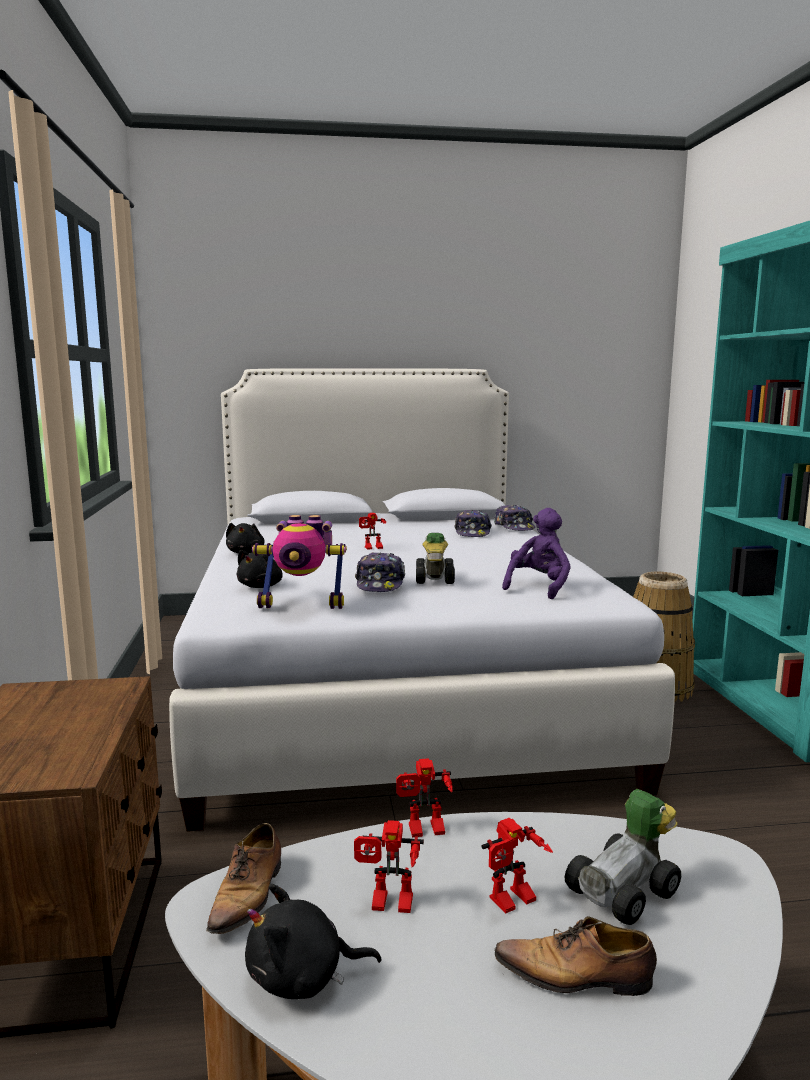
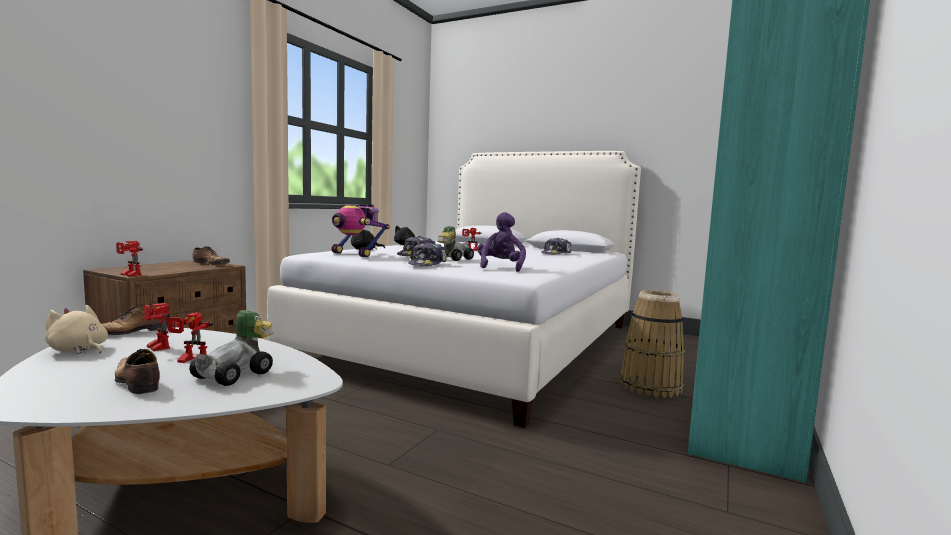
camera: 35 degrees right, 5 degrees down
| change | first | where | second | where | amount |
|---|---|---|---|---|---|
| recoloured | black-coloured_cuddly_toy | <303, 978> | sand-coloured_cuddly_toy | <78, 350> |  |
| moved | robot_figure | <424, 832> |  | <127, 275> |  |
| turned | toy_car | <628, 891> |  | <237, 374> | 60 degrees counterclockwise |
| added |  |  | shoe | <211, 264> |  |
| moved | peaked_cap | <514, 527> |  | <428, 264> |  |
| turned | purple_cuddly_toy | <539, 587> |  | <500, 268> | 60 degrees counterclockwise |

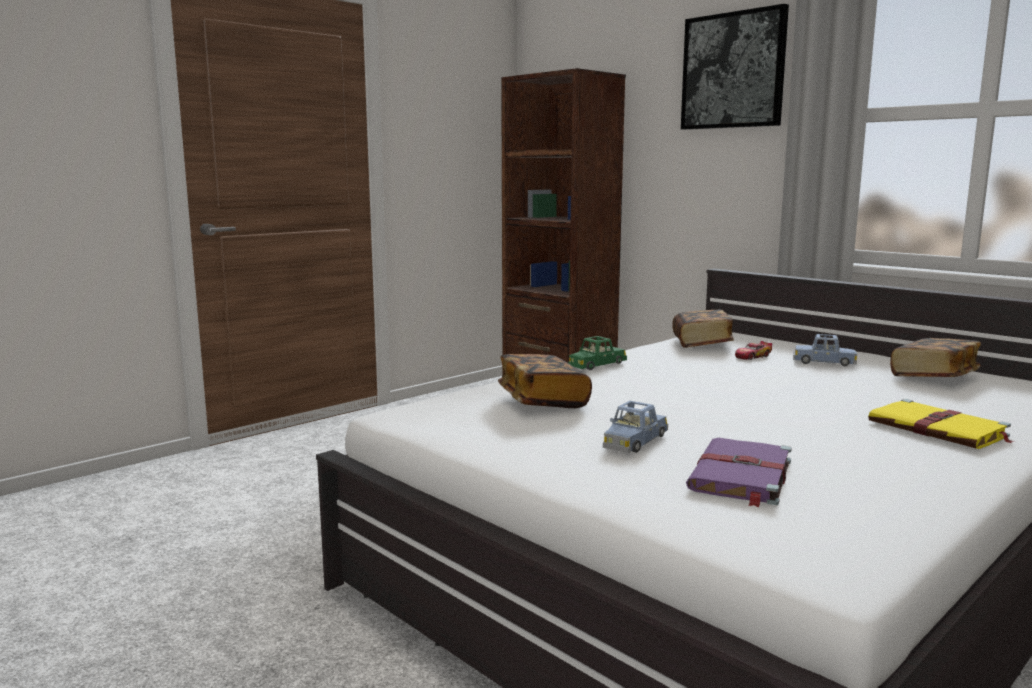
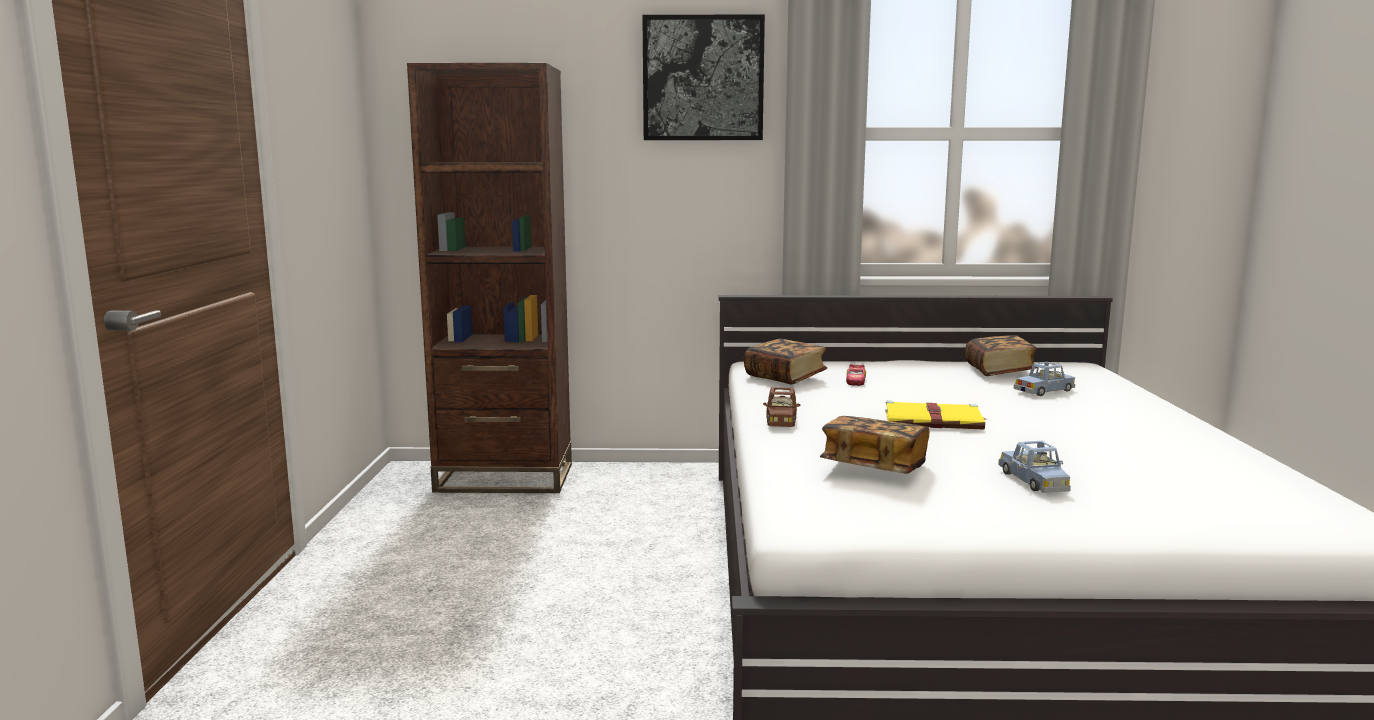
camera: 45 degrees left, 0 degrees up
| change | first | where | second | where | amount |
|---|---|---|---|---|---|
| recoloured | green-coloured_toy_car | <597, 365> | brownish_toy_car | <781, 420> |  |
| moved | yellowish_book | <939, 429> |  | <935, 421> |  |
| moved | blue_toy_car | <824, 362> |  | <1045, 391> |  |
| removed | purple_book | <740, 476> |  |  |  |

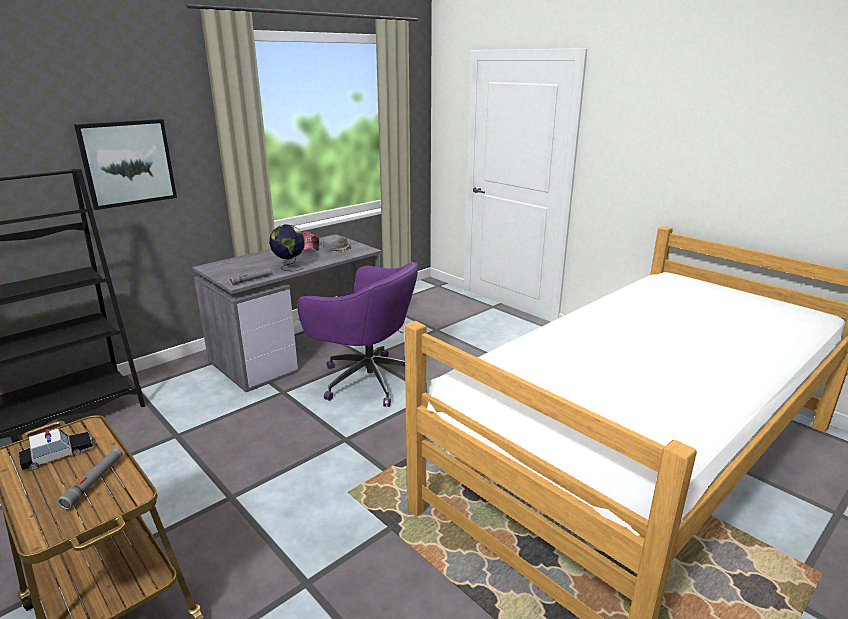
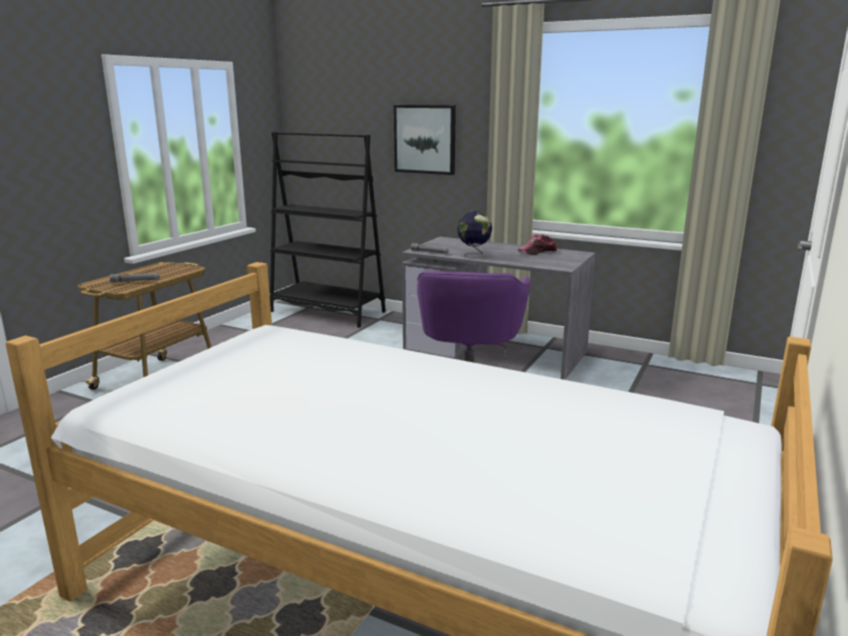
camera: 70 degrees right, 5 degrees down
| change | first | where | second | where | amount |
|---|---|---|---|---|---|
| removed | toy_car | <58, 455> |  |  |  |
| removed | greyish_peaked_cap | <337, 247> |  |  |  |

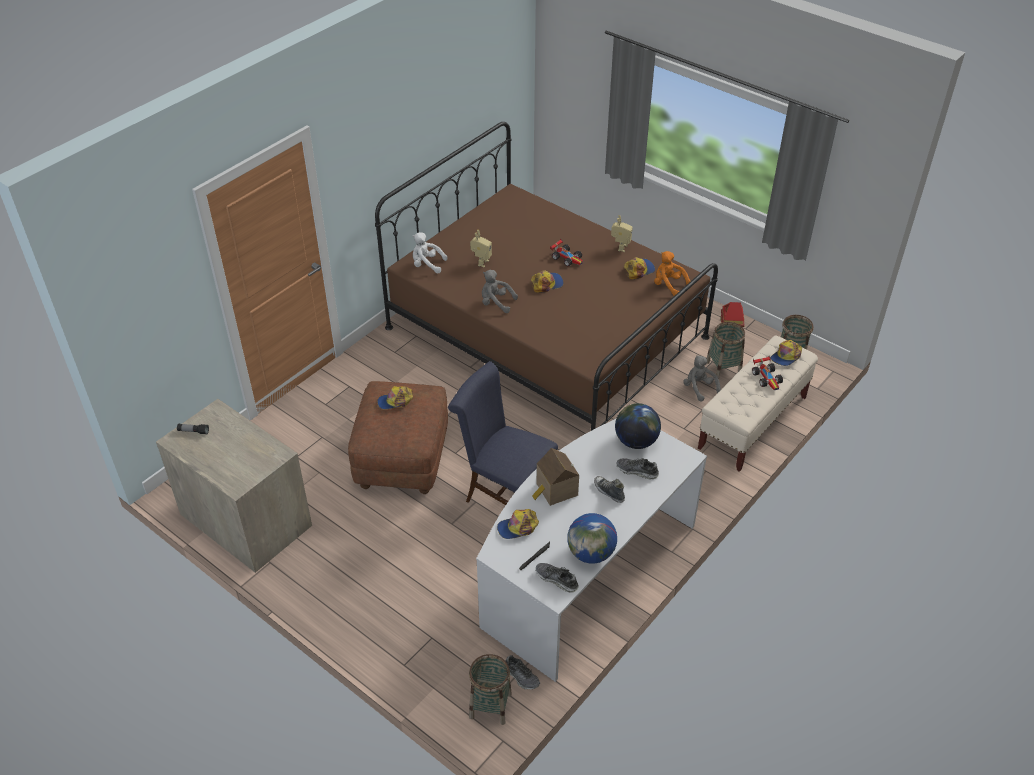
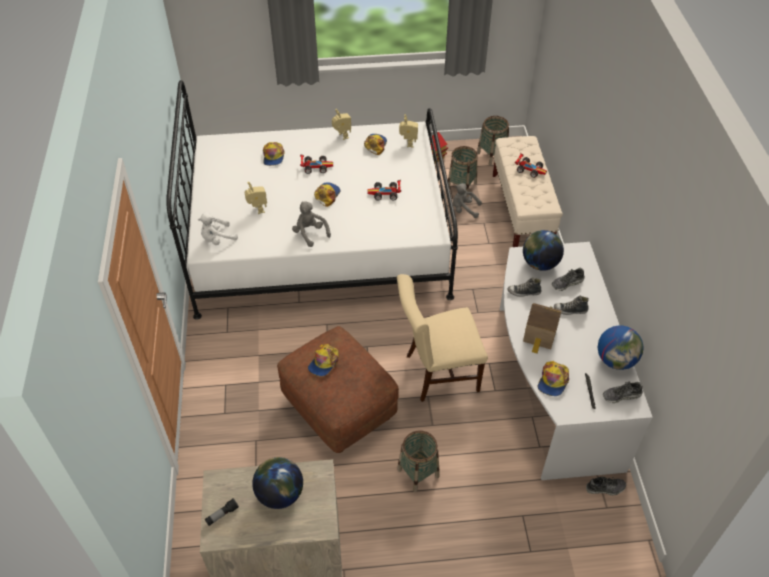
camera: 45 degrees left, 5 degrees up
| change | first | where | second | where | amount |
|---|---|---|---|---|---|
| recoloured | brownish_bedroom_bed | <546, 332> | white-coloured_bedroom_bed | <320, 239> |  |
| added |  |  | world_globe | <280, 494> |  |
| moved | peaked_cap | <786, 356> |  | <273, 156> |  |
| turned | greyish_cuddly_toy | <496, 303> |  | <310, 233> | 75 degrees clockwise |
| added |  |  | toy_car | <385, 194> |  |
| recoloured | blue_chair | <504, 491> | sand-coloured_chair | <437, 373> |  |
| moved | household_basket | <490, 705> |  | <418, 473> |  |
| replaced | orangey_cuddly_toy | <668, 285> | robot_figure | <408, 143> |  |
| added |  |  | shoe | <524, 292> |  |

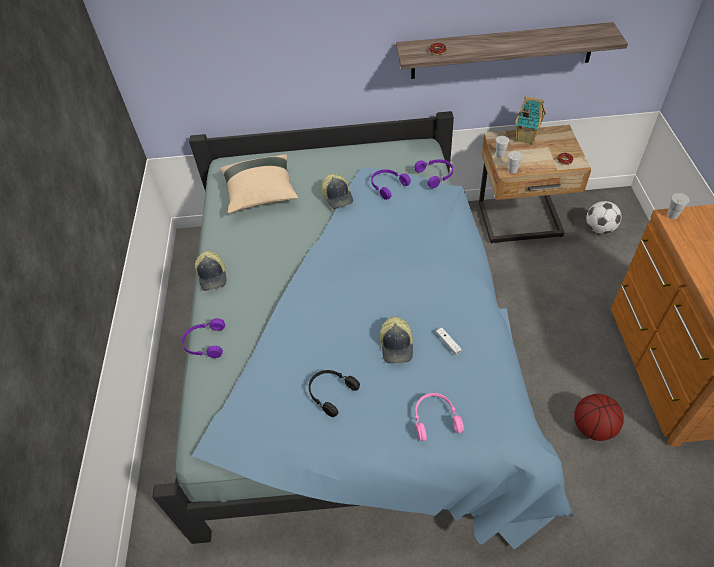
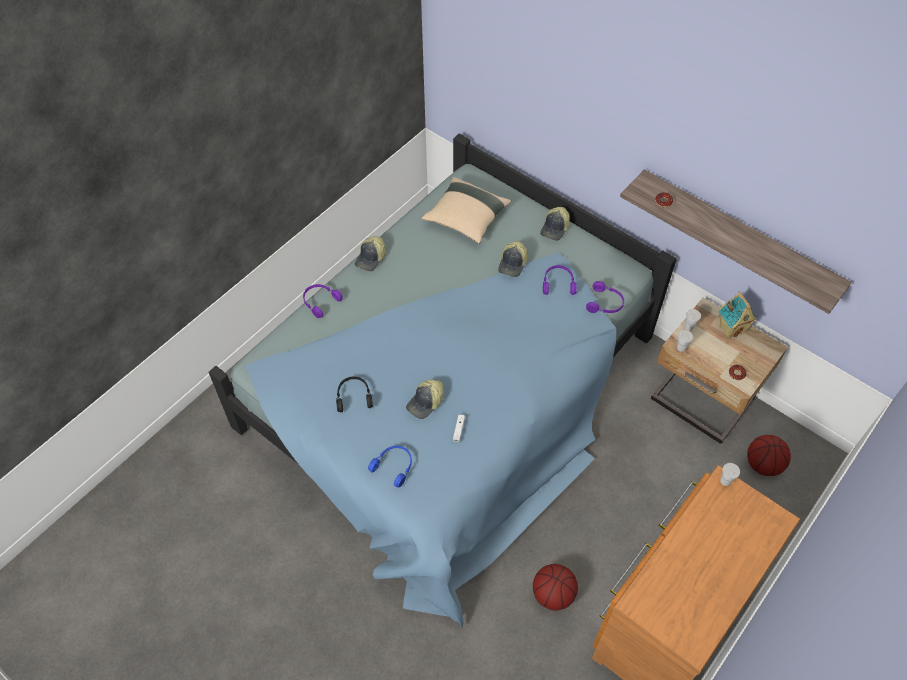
camera: 40 degrees right, 5 degrees up
| change | first | where | second | where | amount |
|---|---|---|---|---|---|
| recoloured | pink-coloured_headphones | <435, 419> | blue_headphones | <394, 466> |  |
| added |  |  | peaked_cap | <555, 228> |  |
| replaced | football_ball | <599, 228> | ball_for_basketball | <763, 464> |  |

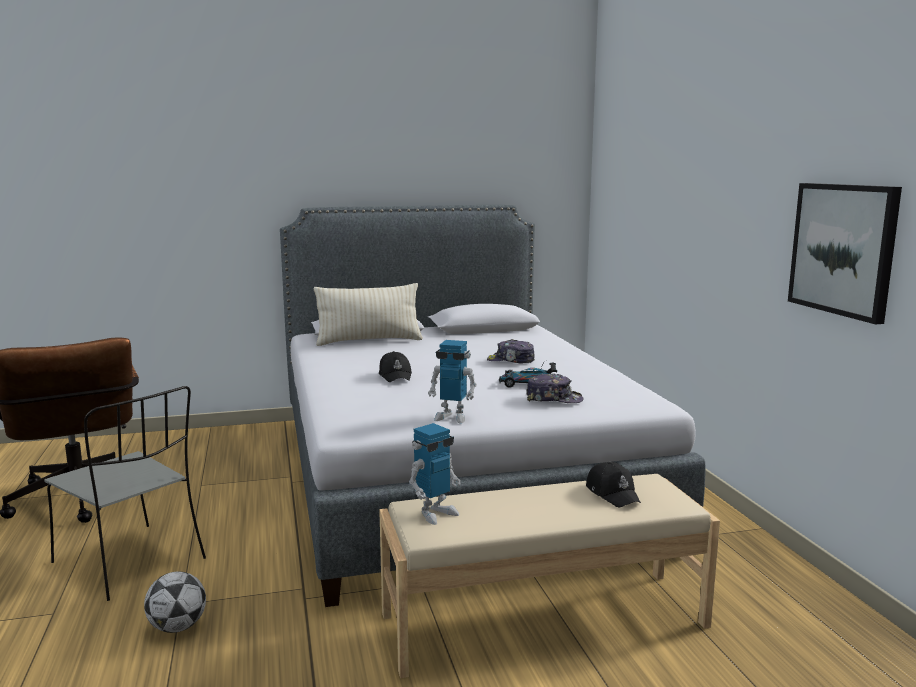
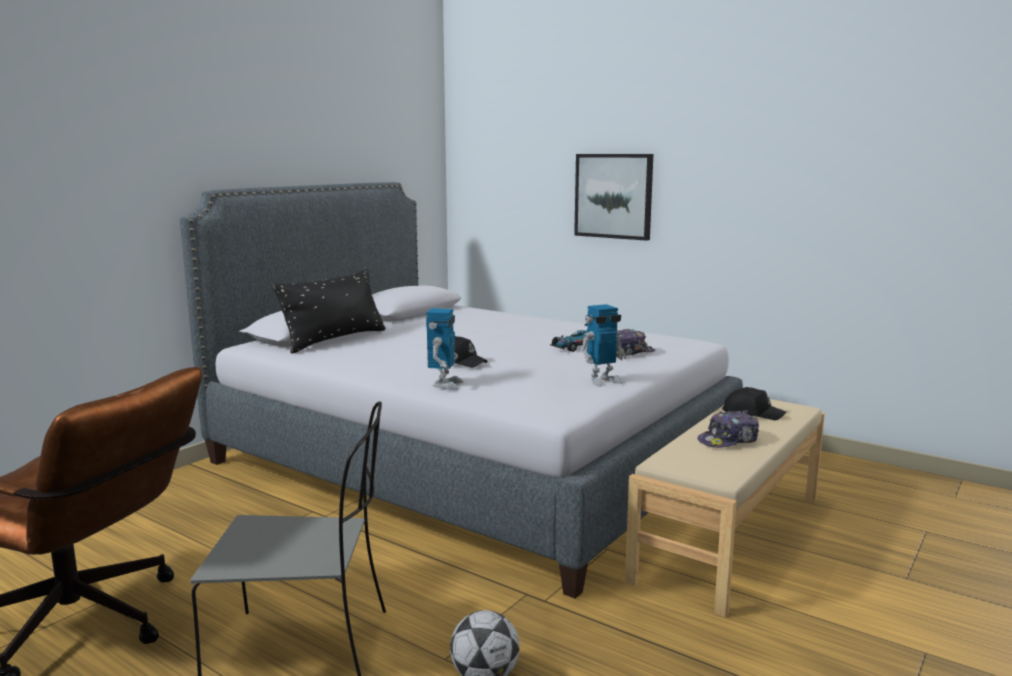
camera: 40 degrees left, 0 degrees up
| change | first | where | second | where | amount |
|---|---|---|---|---|---|
| recoloured | sand-coloured_throw_pillow | <369, 341> | black-coloured_throw_pillow | <334, 340> |  |
| moved | robot_figure | <435, 513> |  | <445, 385> |  |
| moved | wall_art | <843, 249> |  | <613, 196> |  |
| moved | peaked_cap | <511, 361> |  | <728, 440> |  |

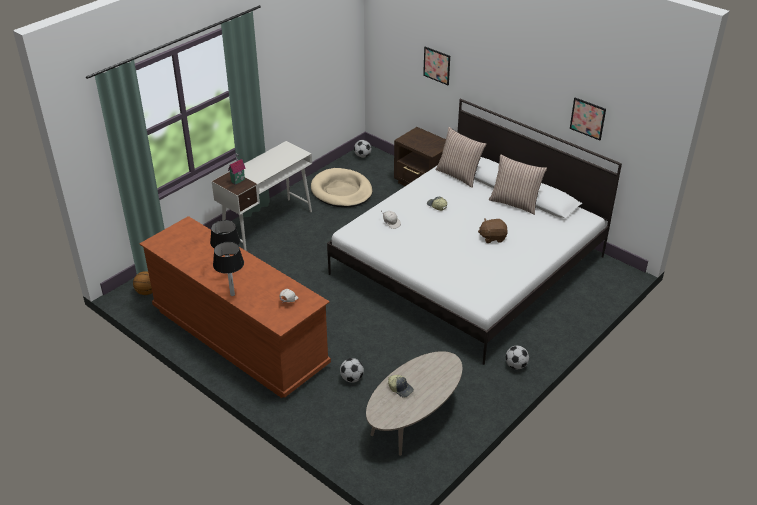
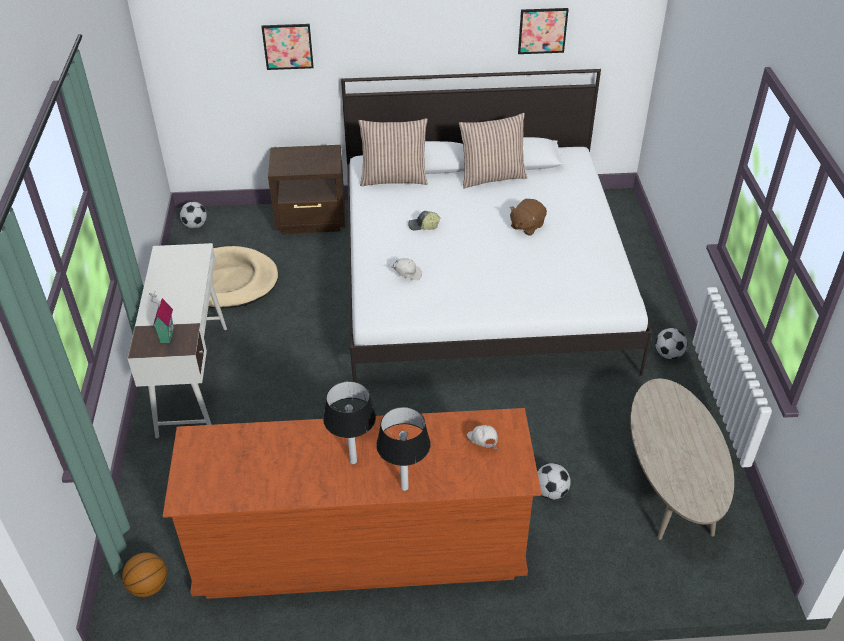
camera: 45 degrees left, 5 degrees up
| change | first | where | second | where | amount |
|---|---|---|---|---|---|
| removed | peaked_cap | <400, 389> |  |  |  |

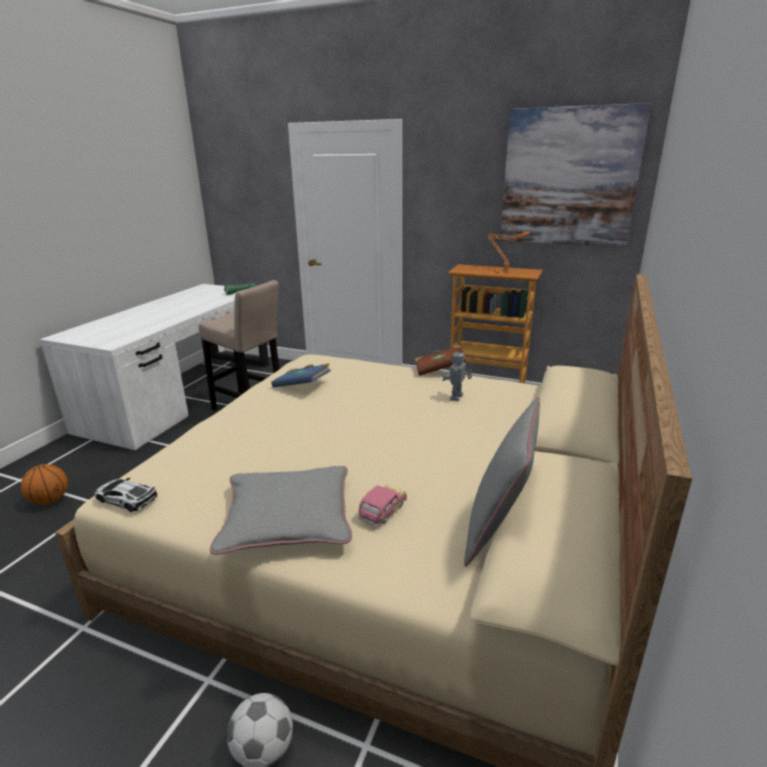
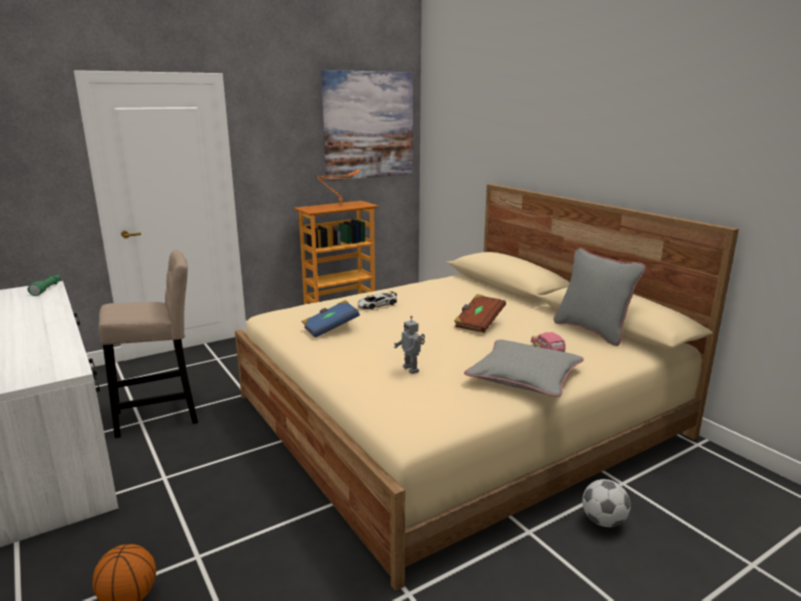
camera: 55 degrees left, 5 degrees down
| change | first | where | second | where | amount |
|---|---|---|---|---|---|
| moved | toy_car | <126, 498> |  | <377, 304> |  |
| moved | robot_figure | <457, 397> |  | <411, 369> |  |
| moved | brownish_book | <439, 370> |  | <478, 323> |  |

